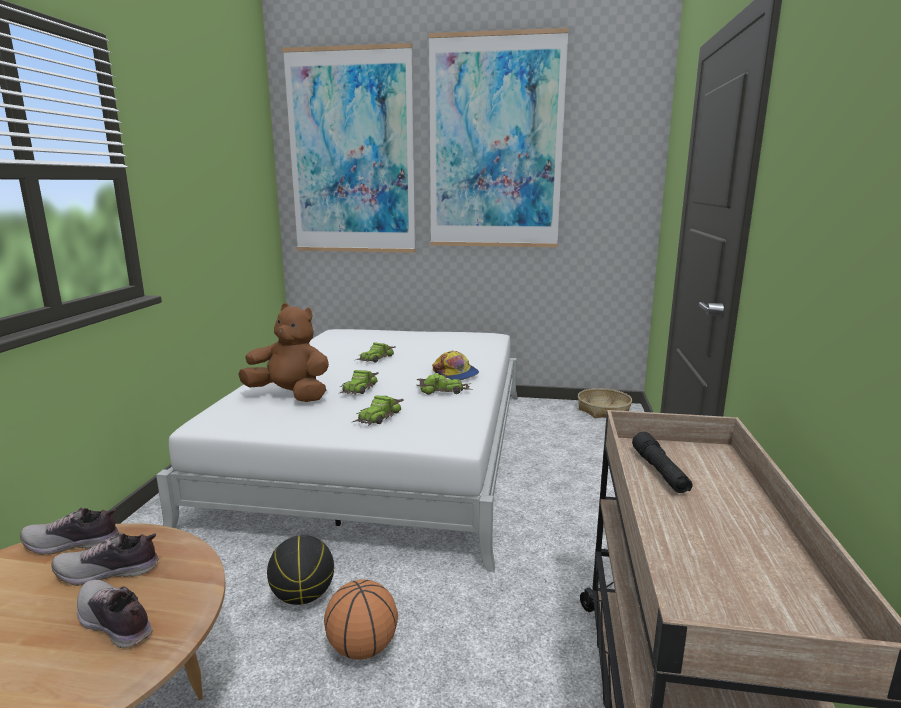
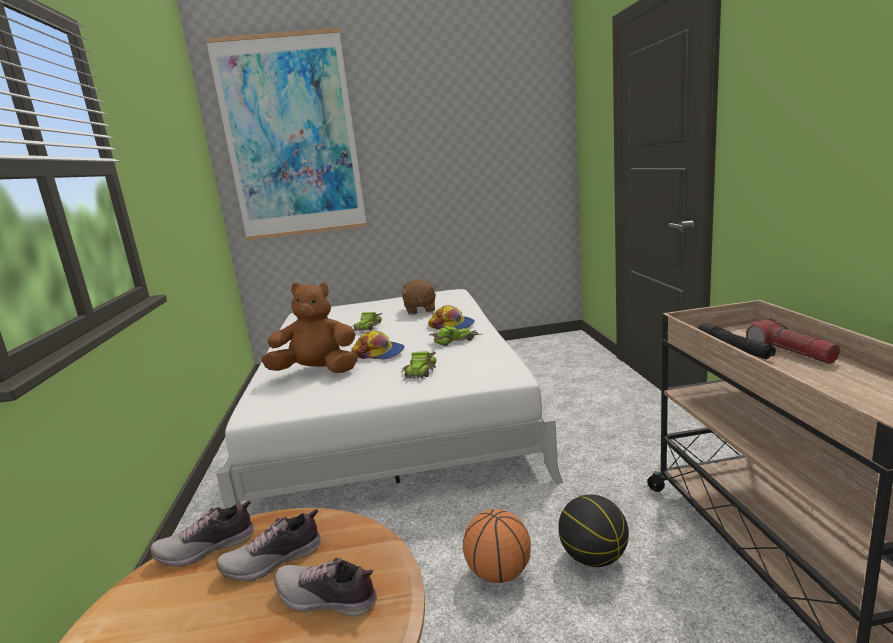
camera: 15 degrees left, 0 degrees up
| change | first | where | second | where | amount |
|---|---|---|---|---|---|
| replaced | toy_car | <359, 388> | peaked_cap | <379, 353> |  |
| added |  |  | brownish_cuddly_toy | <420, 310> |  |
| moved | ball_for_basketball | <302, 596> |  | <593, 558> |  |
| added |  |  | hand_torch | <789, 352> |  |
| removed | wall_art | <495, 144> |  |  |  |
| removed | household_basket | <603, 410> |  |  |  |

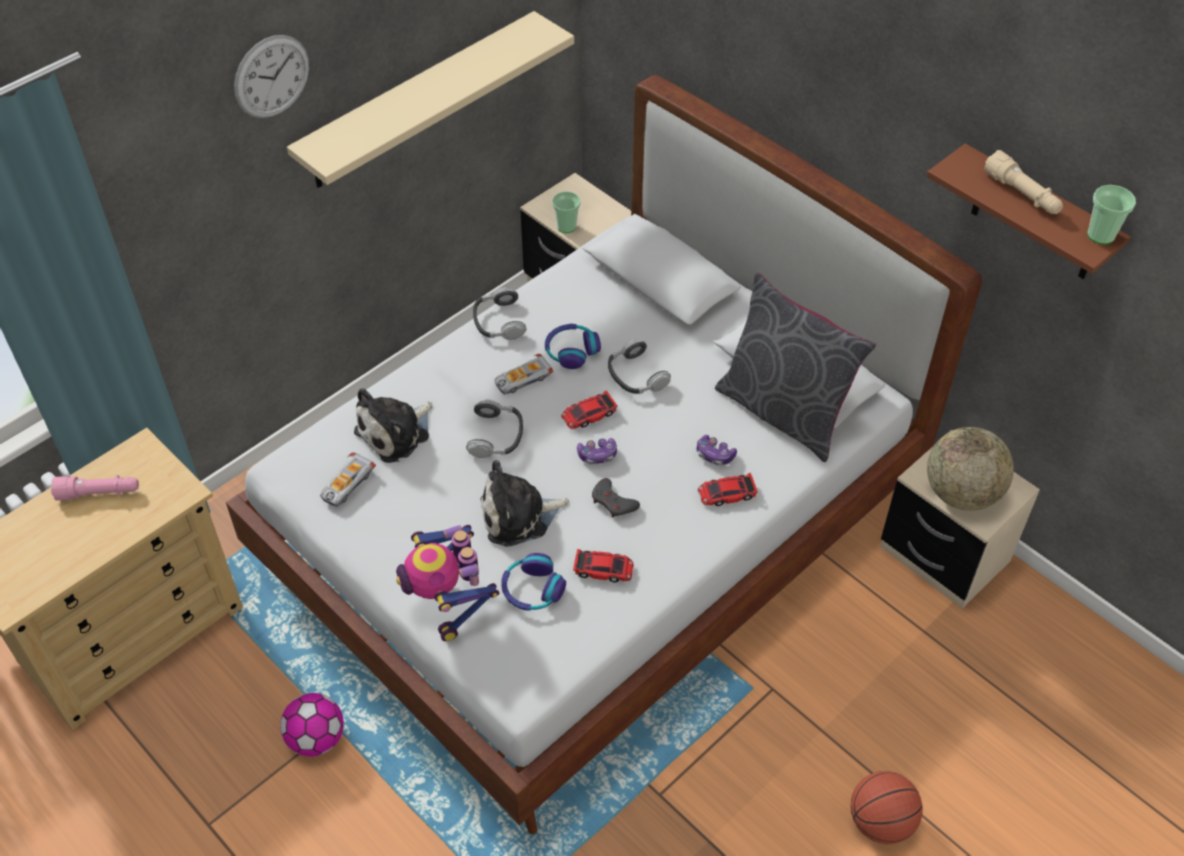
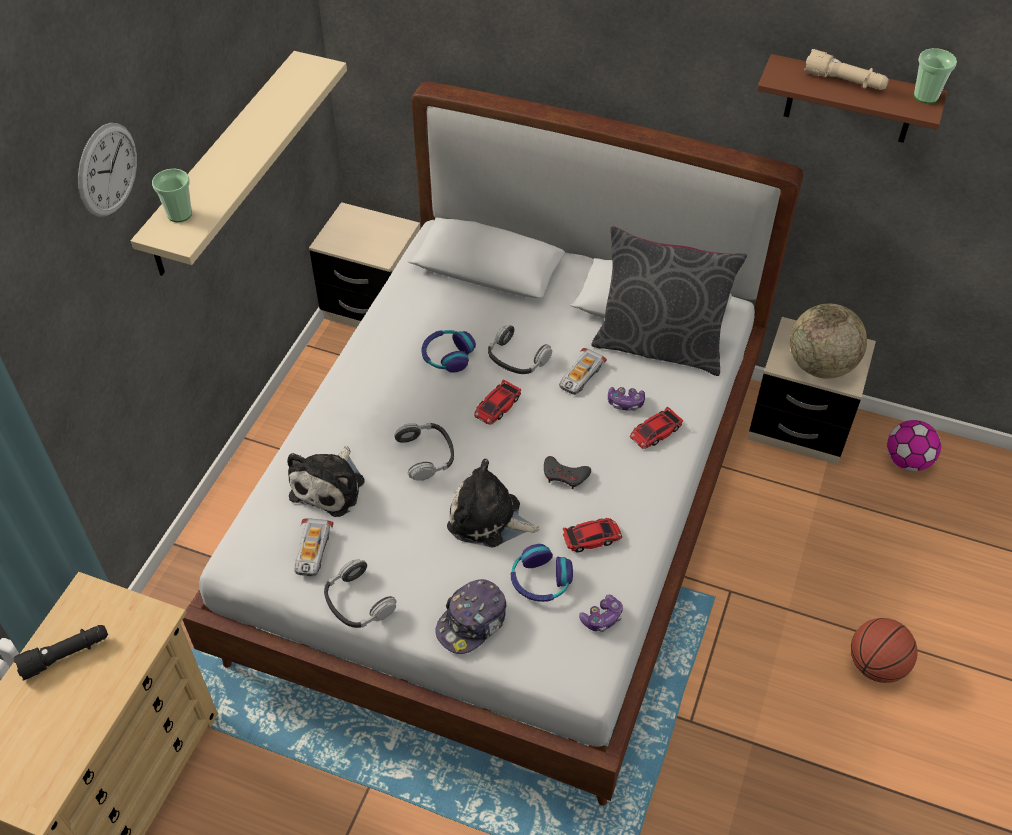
camera: 25 degrees left, 0 degrees up
| change | first | where | second | where | amount |
|---|---|---|---|---|---|
| recoloured | pink-coloured_hand_torch | <99, 493> | black-coloured_hand_torch | <66, 655> |  |
| moved | cup | <566, 227> |  | <179, 214> |  |
| moved | headphones | <498, 321> |  | <357, 602> |  |
| replaced | robot_figure | <448, 602> | peaked_cap | <472, 622> |  |
| turned | cuddly_toy | <519, 516> |  | <488, 519> | 60 degrees clockwise |
| moved | toy_car | <522, 379> |  | <580, 376> |  |
| moved | game_controller | <597, 455> |  | <602, 618> |  |
| moved | football_ball | <316, 739> |  | <907, 461> |  |

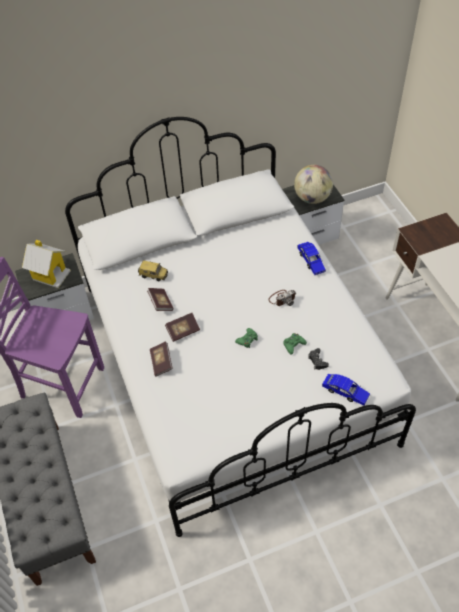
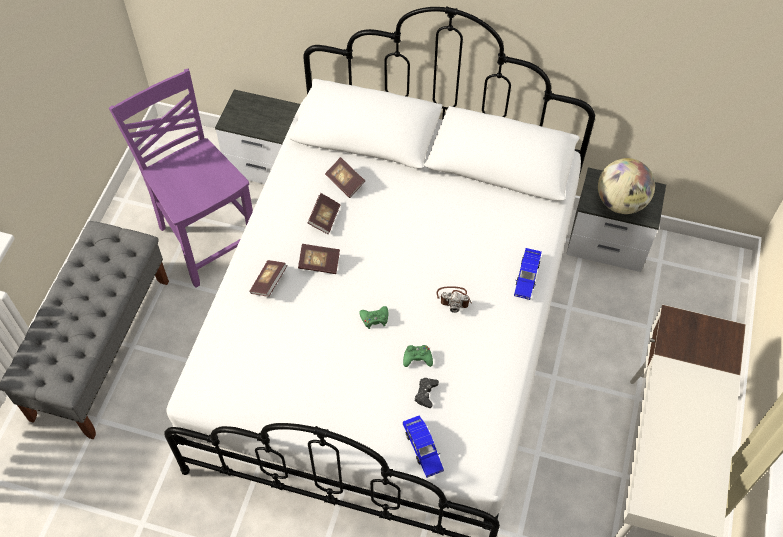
camera: 35 degrees right, 5 degrees up
| change | first | where | second | where | amount |
|---|---|---|---|---|---|
| replaced | toy_car | <154, 275> | book | <345, 182> |  |
| removed | toy_house | <50, 274> |  |  |  |

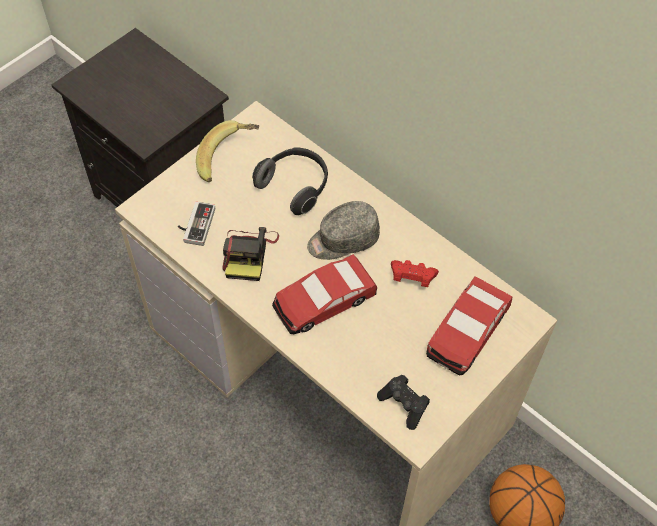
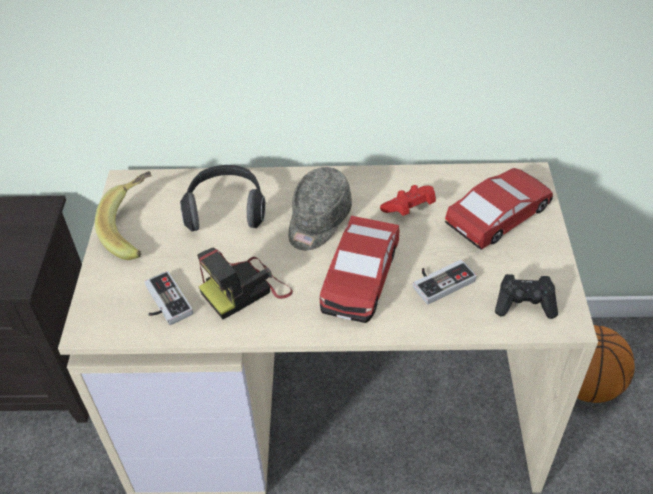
camera: 40 degrees left, 10 degrees down
| change | first | where | second | where | amount |
|---|---|---|---|---|---|
| turned | photo_camera | <248, 254> |  | <246, 289> | 90 degrees clockwise |
| added |  |  | game_controller | <440, 280> |  |
| turned | toy_car | <467, 331> |  | <499, 215> | 120 degrees counterclockwise |

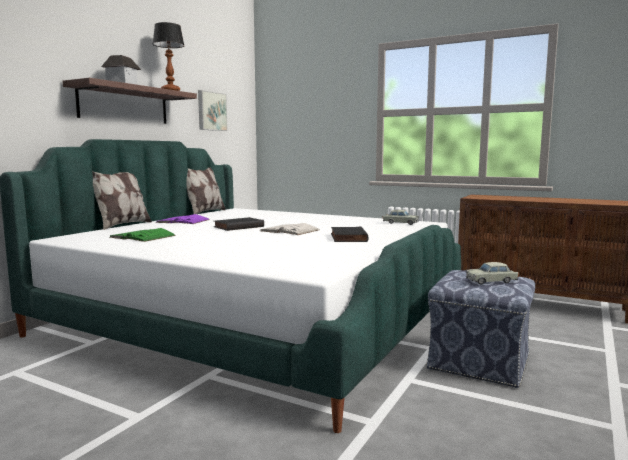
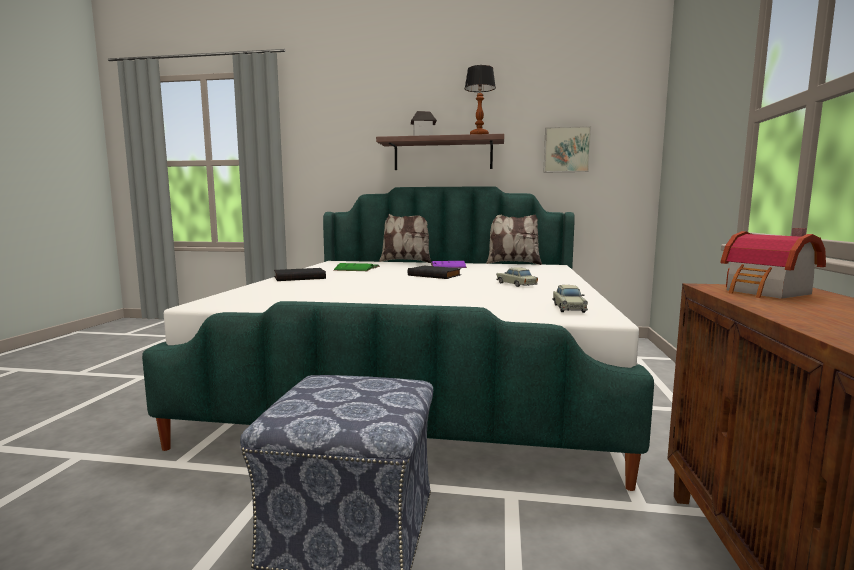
camera: 70 degrees right, 0 degrees up
| change | first | where | second | where | amount |
|---|---|---|---|---|---|
| moved | black-coloured_book | <347, 237> |  | <300, 277> |  |
| moved | sand-coloured_toy_car | <491, 281> |  | <516, 284> |  |
| added |  |  | toy_house | <767, 292> |  |
| removed | white-coloured_book | <289, 230> |  |  |  |

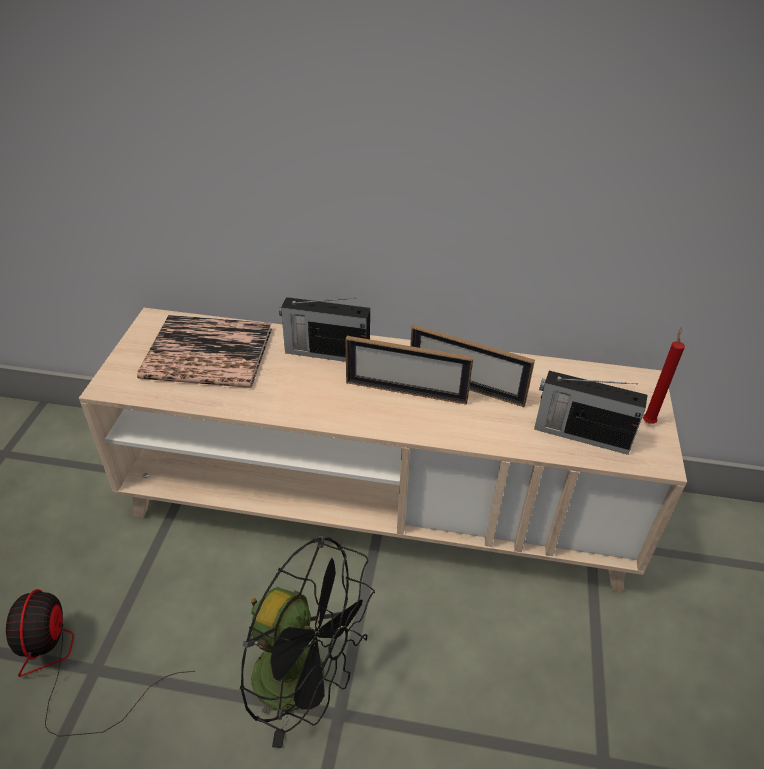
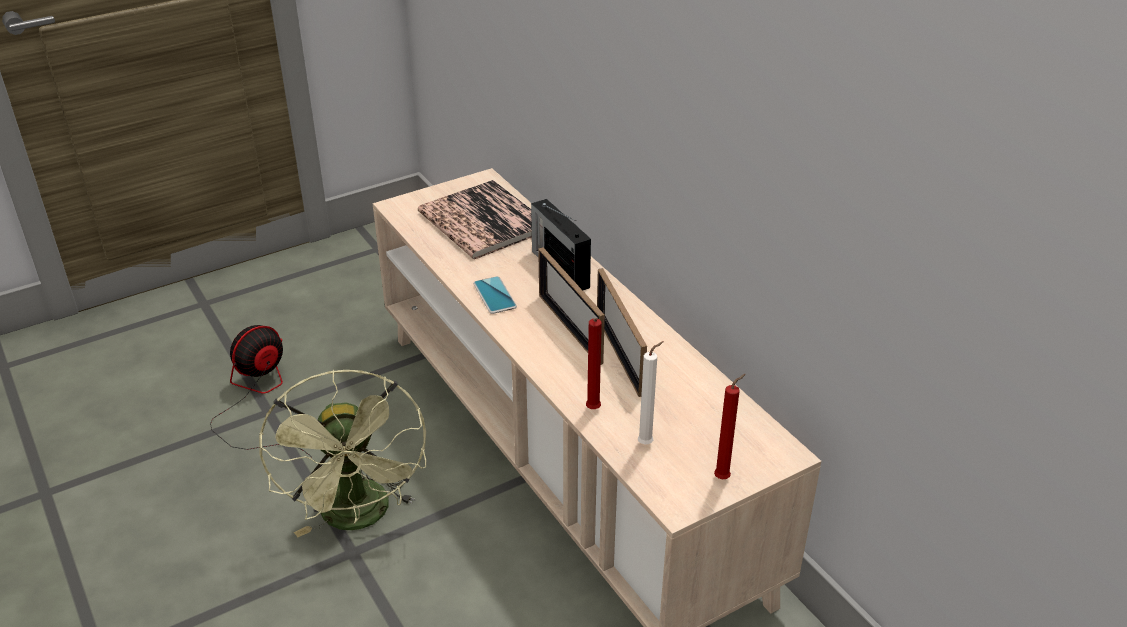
camera: 50 degrees right, 5 degrees down
| change | first | where | second | where | amount |
|---|---|---|---|---|---|
| recoloured | black-coloured_cooling_fan | <305, 681> | green-coloured_cooling_fan | <359, 517> |  |
| added |  |  | telephone | <494, 295> |  |
| added |  |  | red-coloured_wax_light | <592, 411> |  |
| replaced | radio_set | <579, 434> | white-coloured_wax_light | <647, 443> |  |

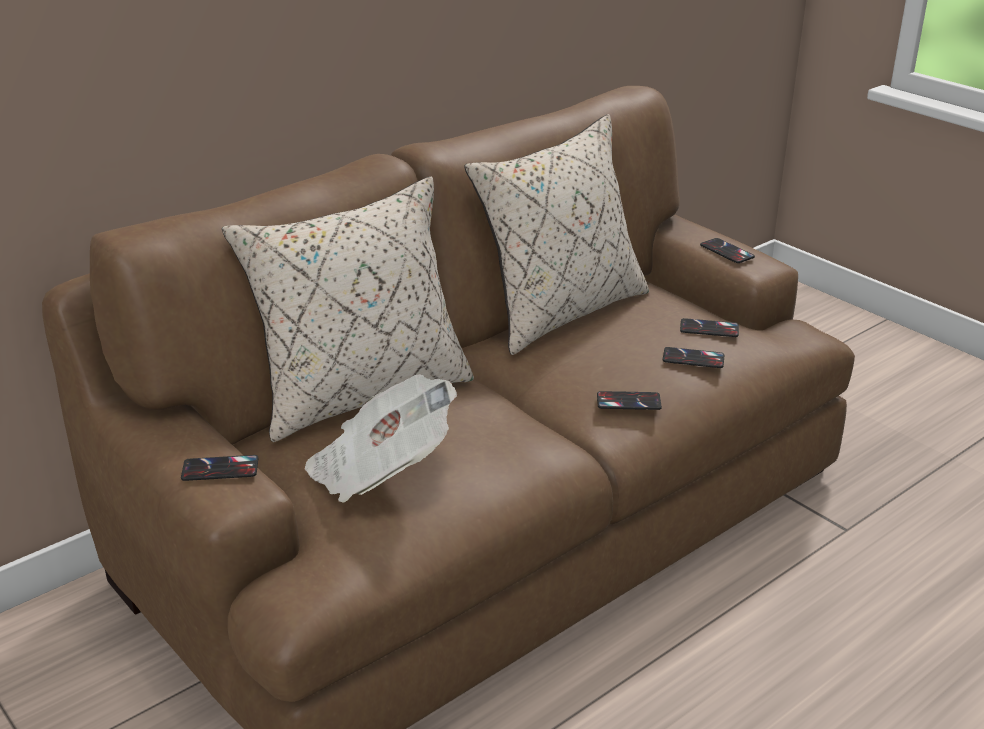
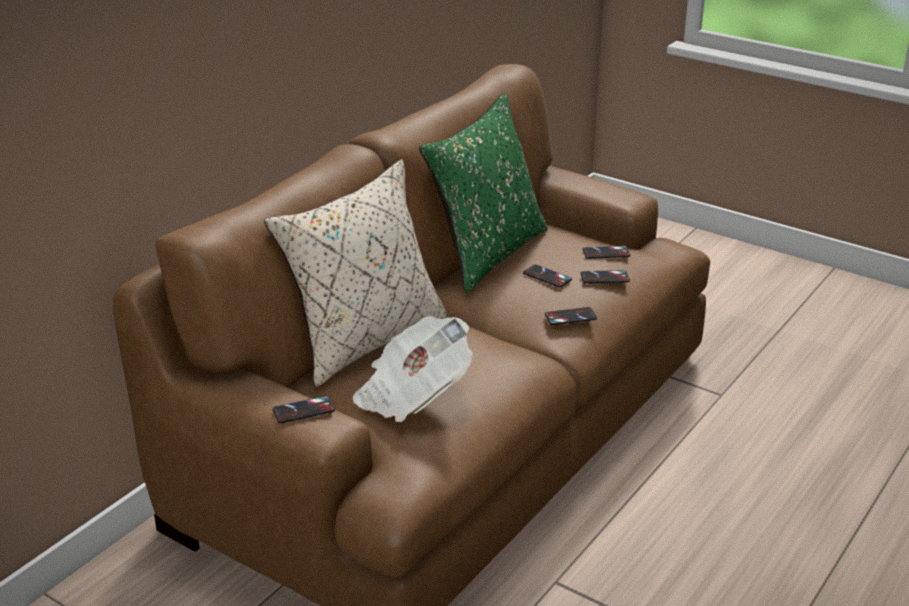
camera: 15 degrees left, 0 degrees up
| change | first | where | second | where | amount |
|---|---|---|---|---|---|
| recoloured | sand-coloured_throw_pillow | <559, 312> | green-coloured_throw_pillow | <486, 254> |  |
| moved | telephone | <726, 251> |  | <547, 276> |  |

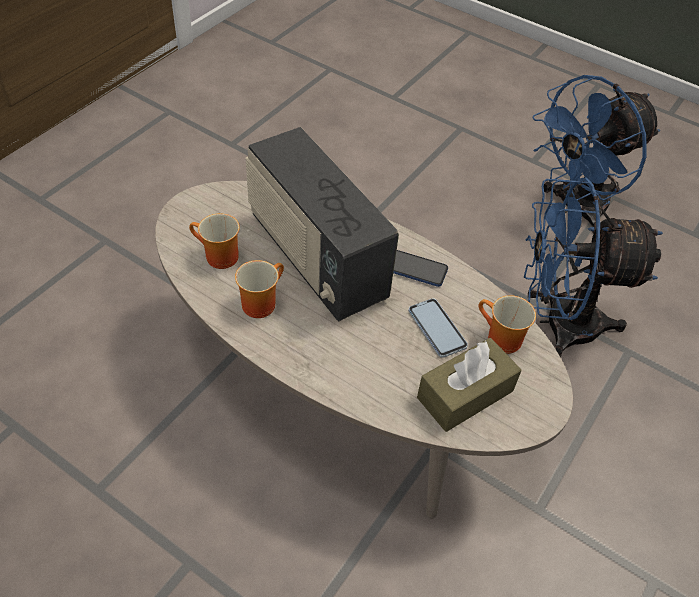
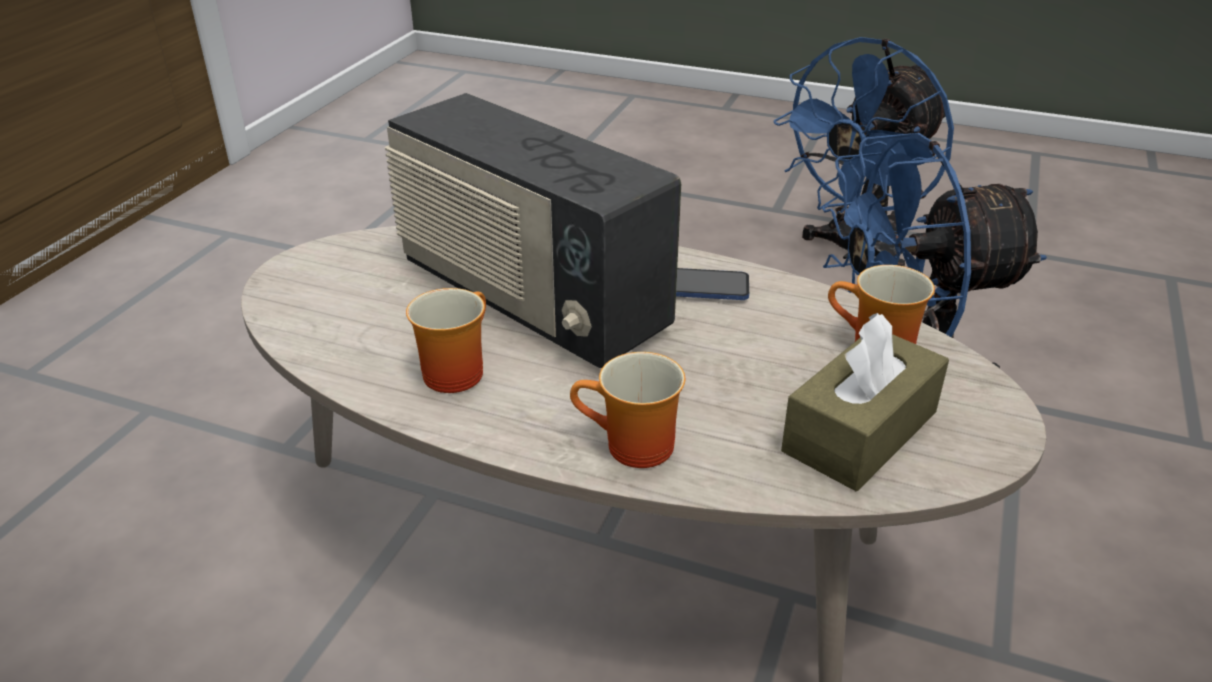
camera: 10 degrees left, 15 degrees down
| change | first | where | second | where | amount |
|---|---|---|---|---|---|
| moved | coffee_mug | <217, 257> |  | <631, 449> |  |
| removed | telephone | <437, 328> |  |  |  |

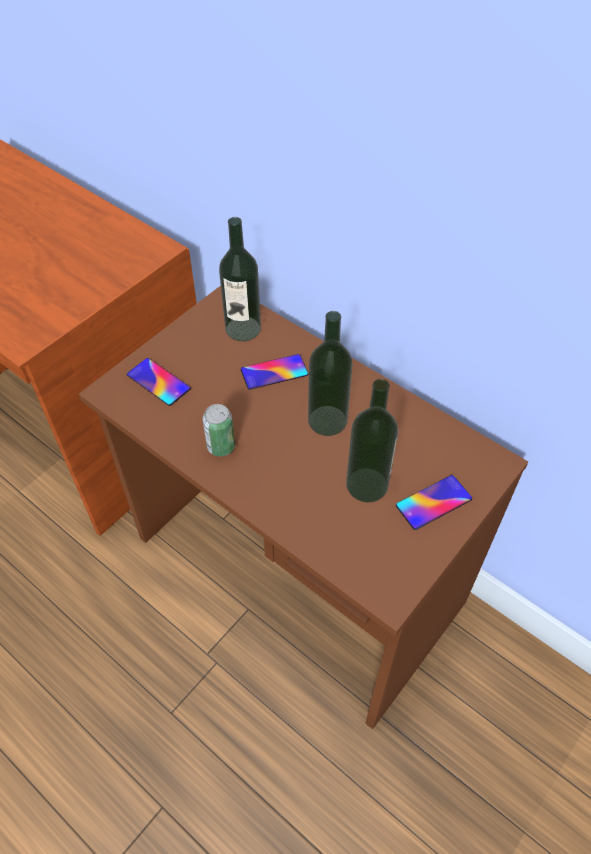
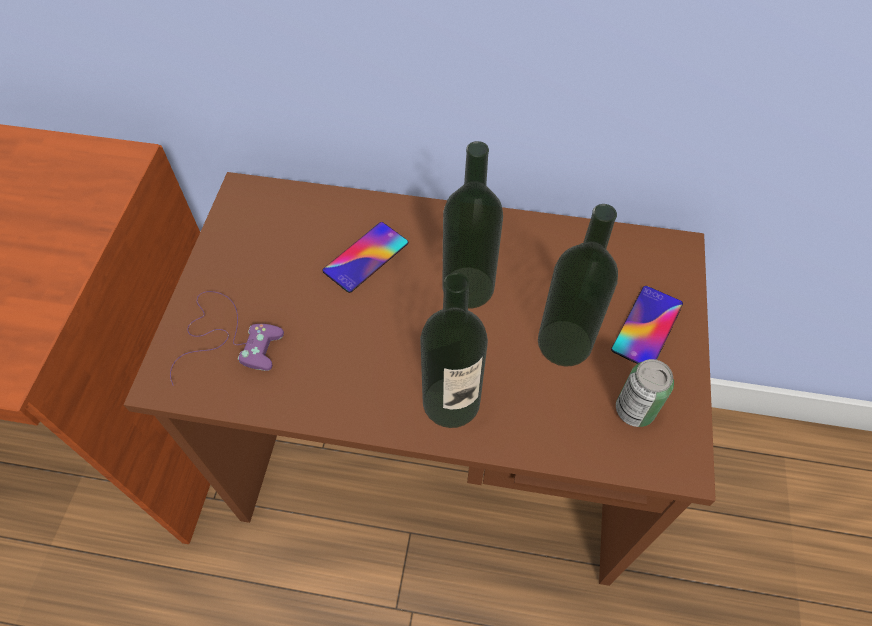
camera: 30 degrees left, 5 degrees up
| change | first | where | second | where | amount |
|---|---|---|---|---|---|
| replaced | telephone | <158, 382> | purple_game_controller | <226, 336> |  |
| moved | beverage_bottle | <243, 328> |  | <451, 402> |  |
| moved | can | <221, 446> |  | <634, 410> |  |

